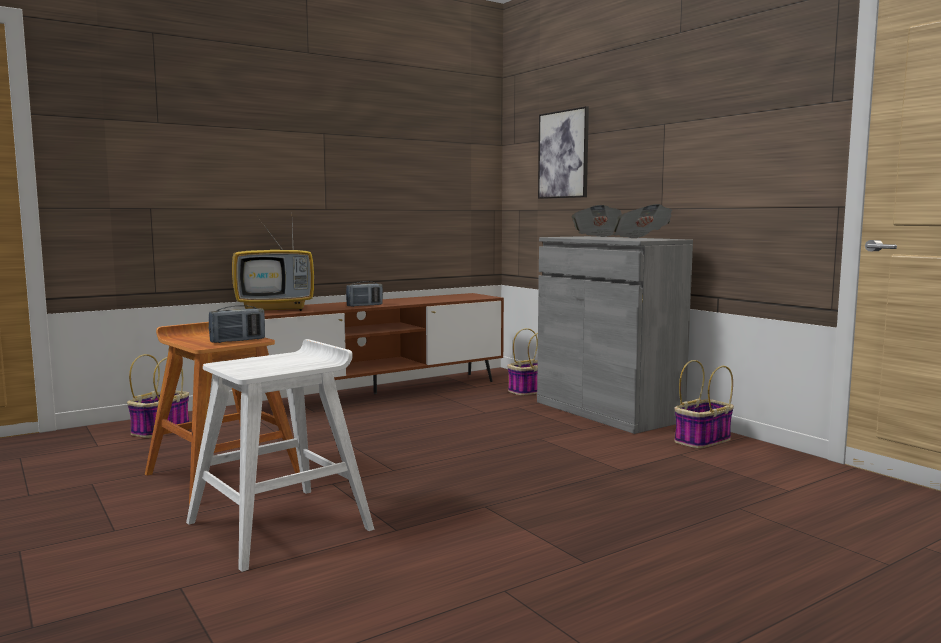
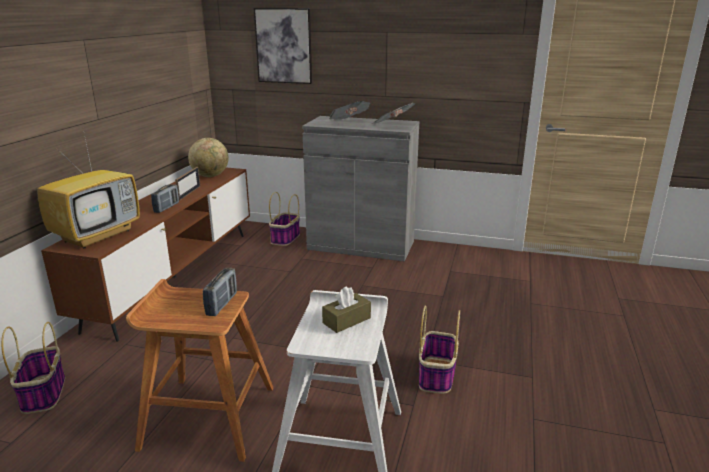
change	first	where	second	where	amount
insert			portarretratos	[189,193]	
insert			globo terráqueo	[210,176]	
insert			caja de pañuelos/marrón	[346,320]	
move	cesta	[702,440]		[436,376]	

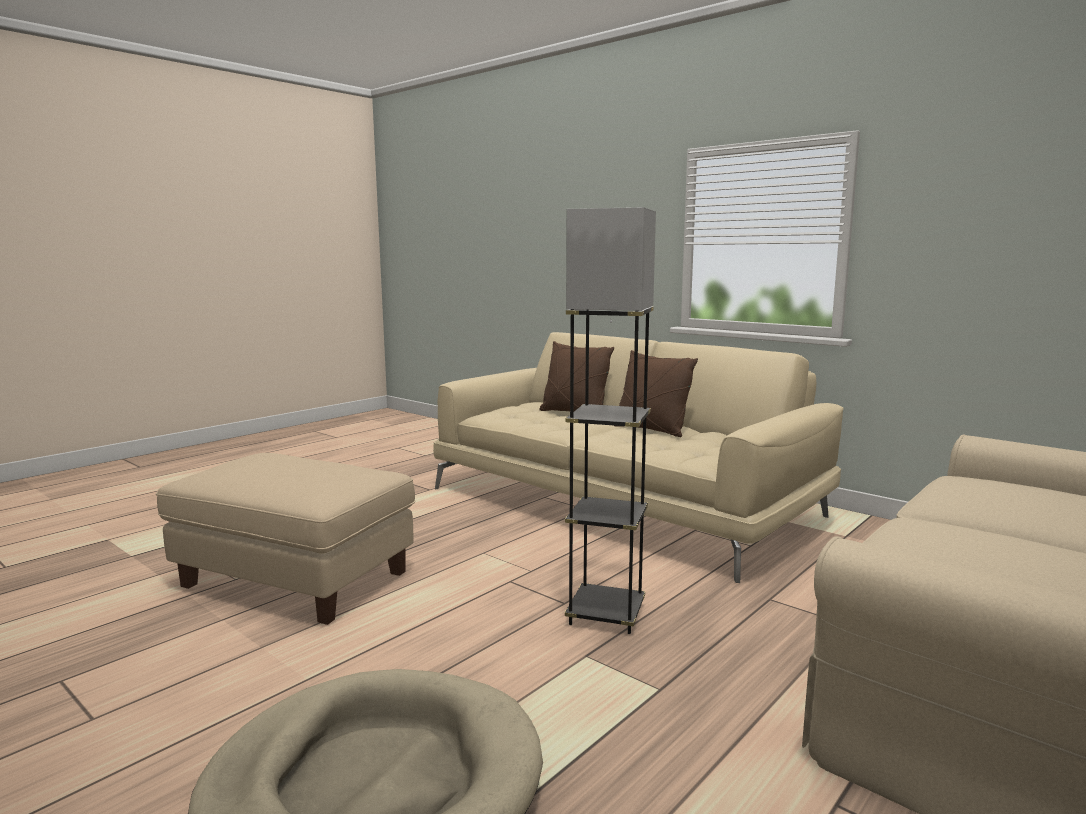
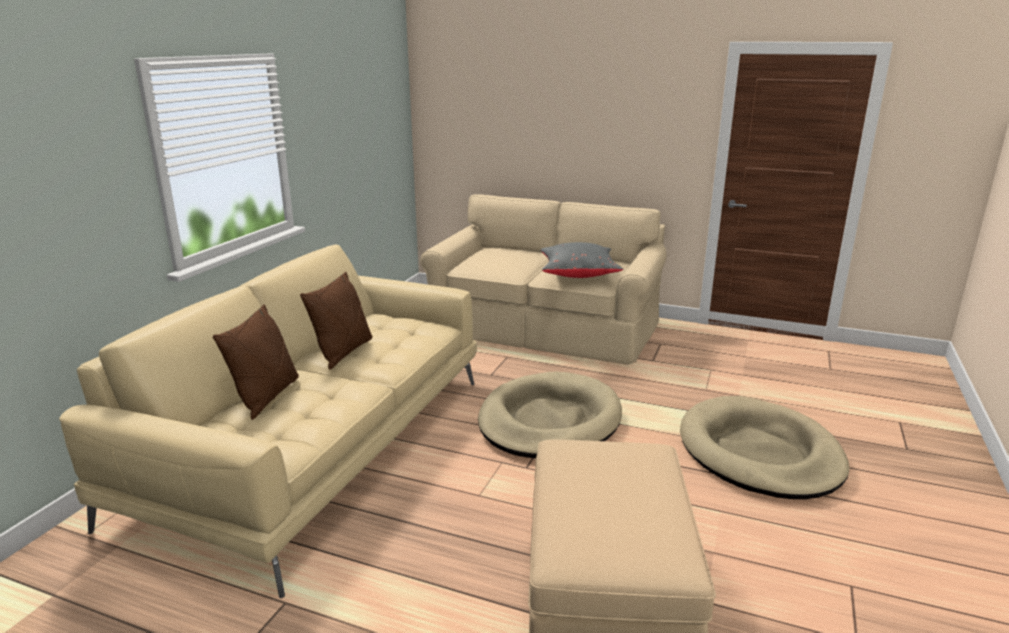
change	first	where	second	where	amount
replace	lámpara de pie/gris	[605,614]	cama para perro/beis	[549,421]	
insert			cojín/gris	[578,274]	

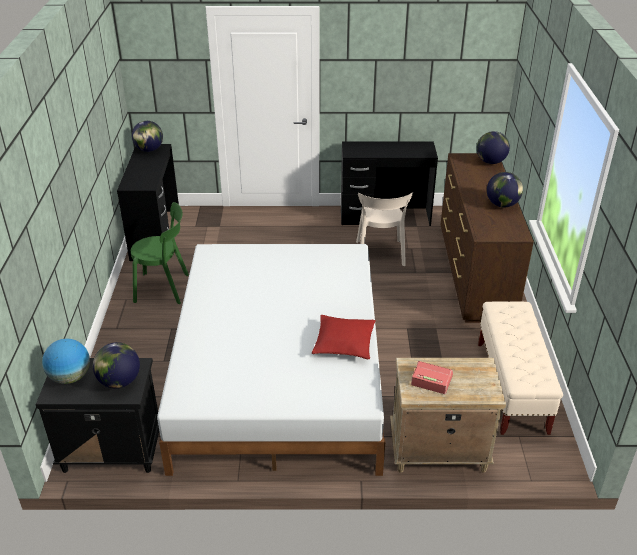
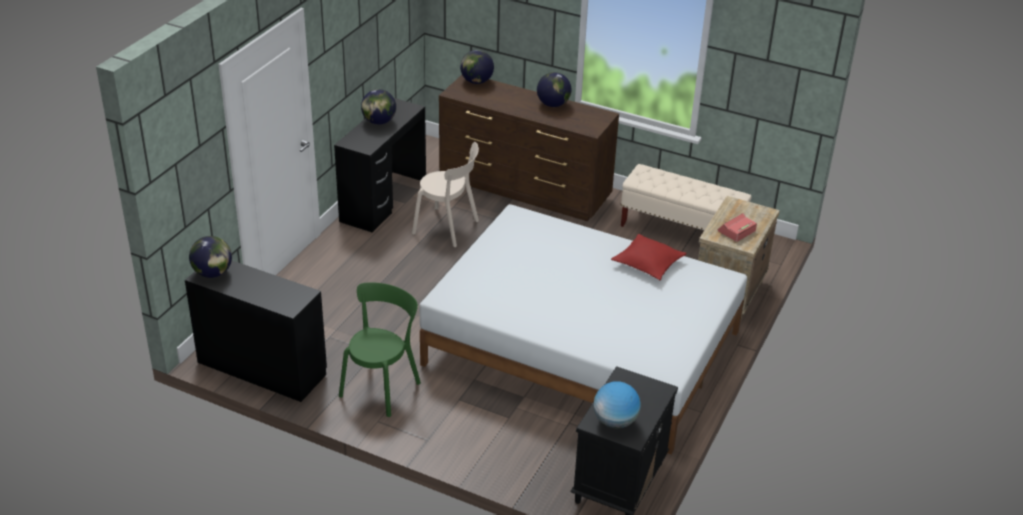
change	first	where	second	where	amount
move	globo terráqueo	[119,381]		[379,122]	

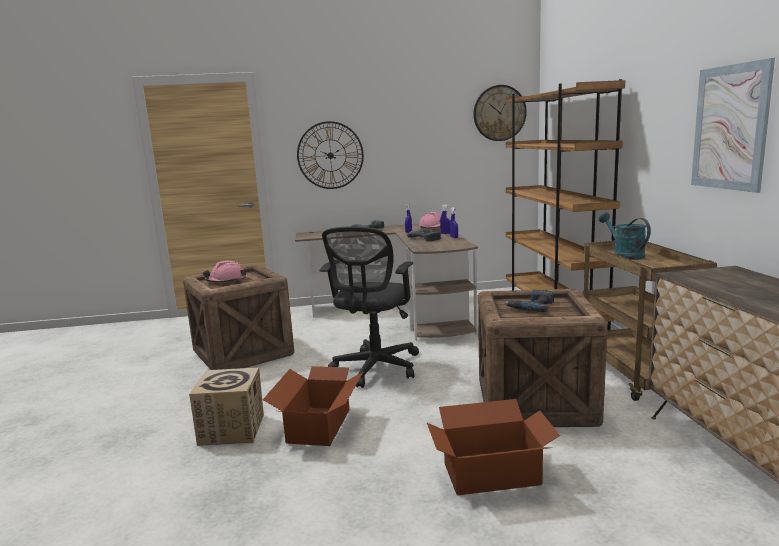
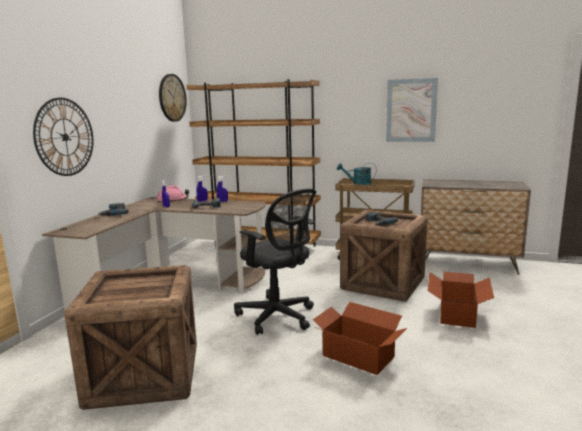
change	first	where	second	where	amount
delete	caja de cartón	[232,429]			
delete	casco/rosa	[226,280]			

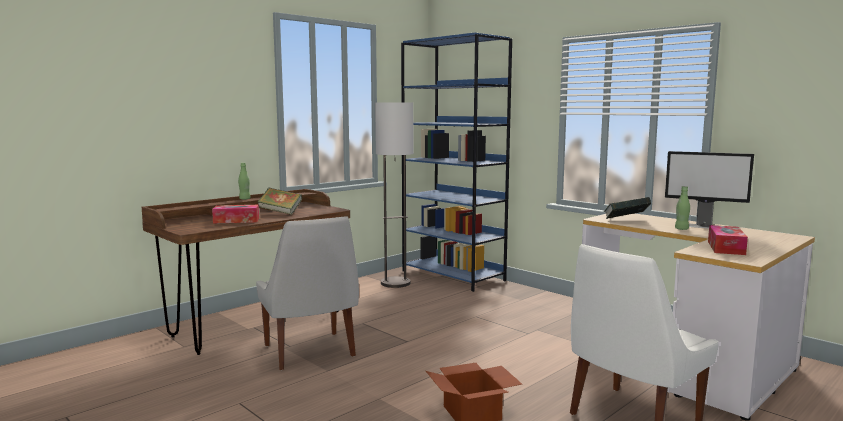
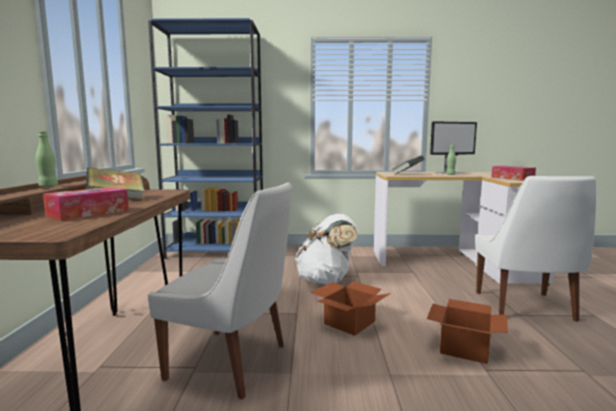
change	first	where	second	where	amount
insert			mochila/blanco	[326,280]	
insert			caja de cartón	[348,322]	
delete	lámpara de pie	[395,283]			

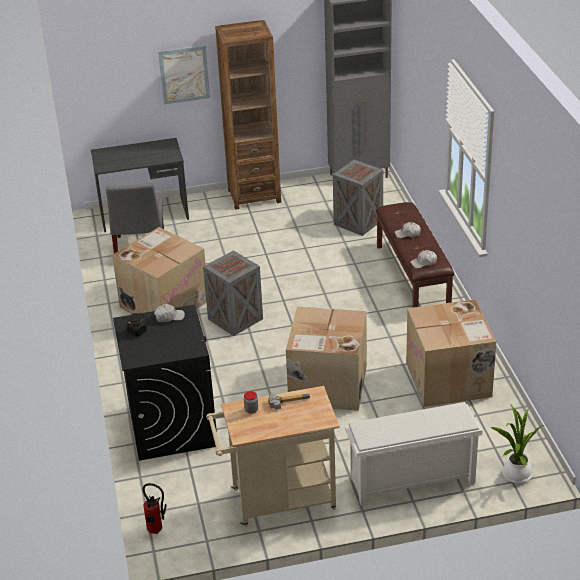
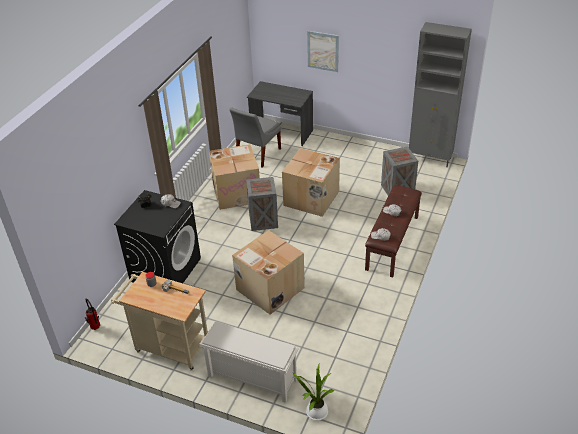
change	first	where	second	where	amount
move	caja de cartón	[449,380]		[311,199]	
delete	estantería/marrón	[254,196]			

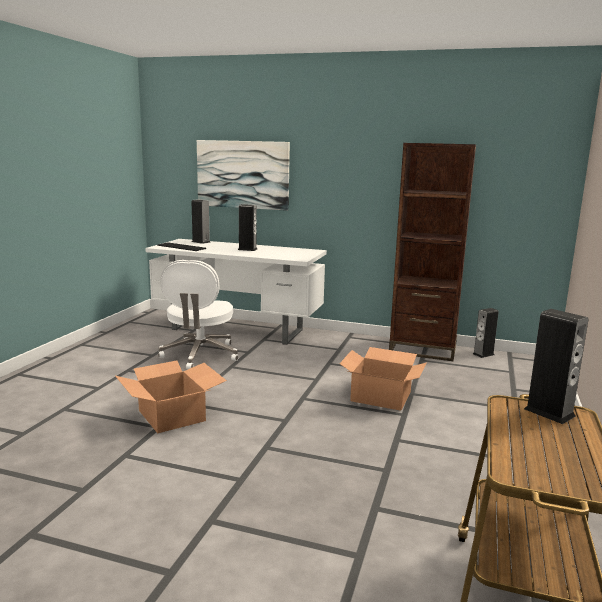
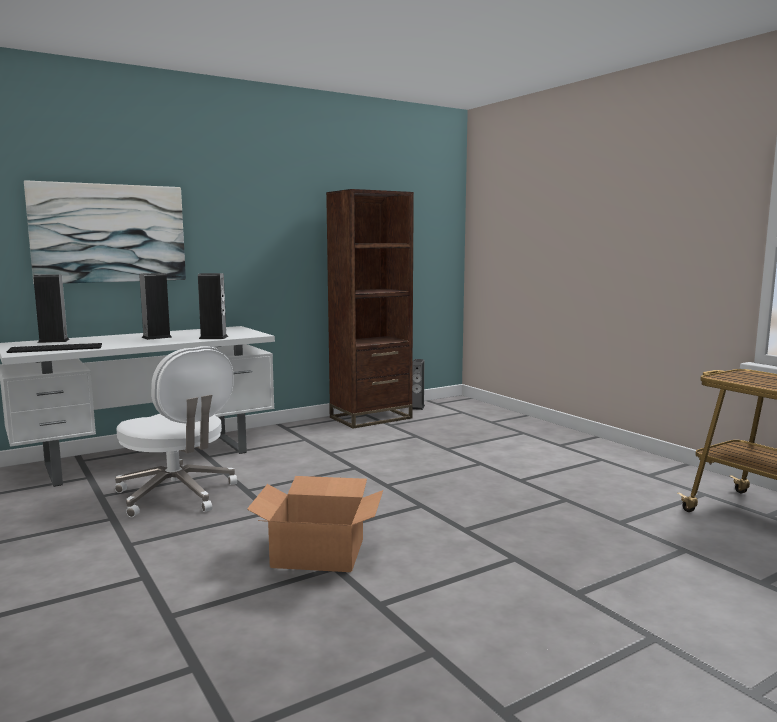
change	first	where	second	where	amount
move	altavoz	[549,412]		[213,337]	
delete	caja de cartón	[381,396]			

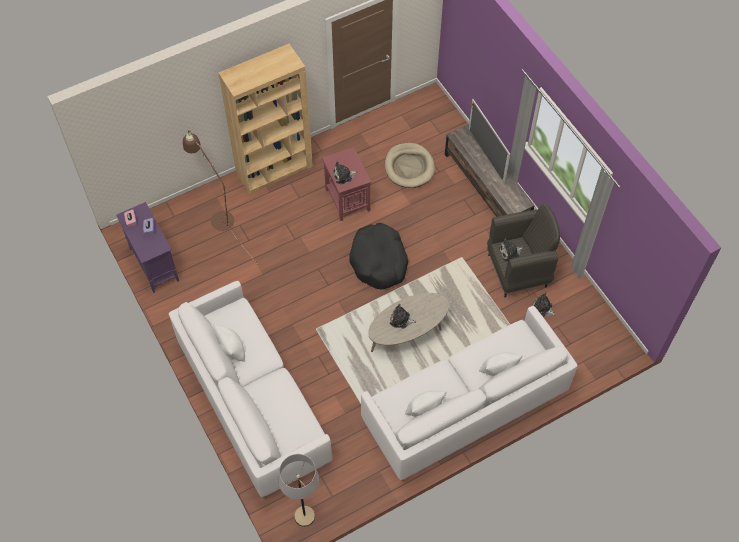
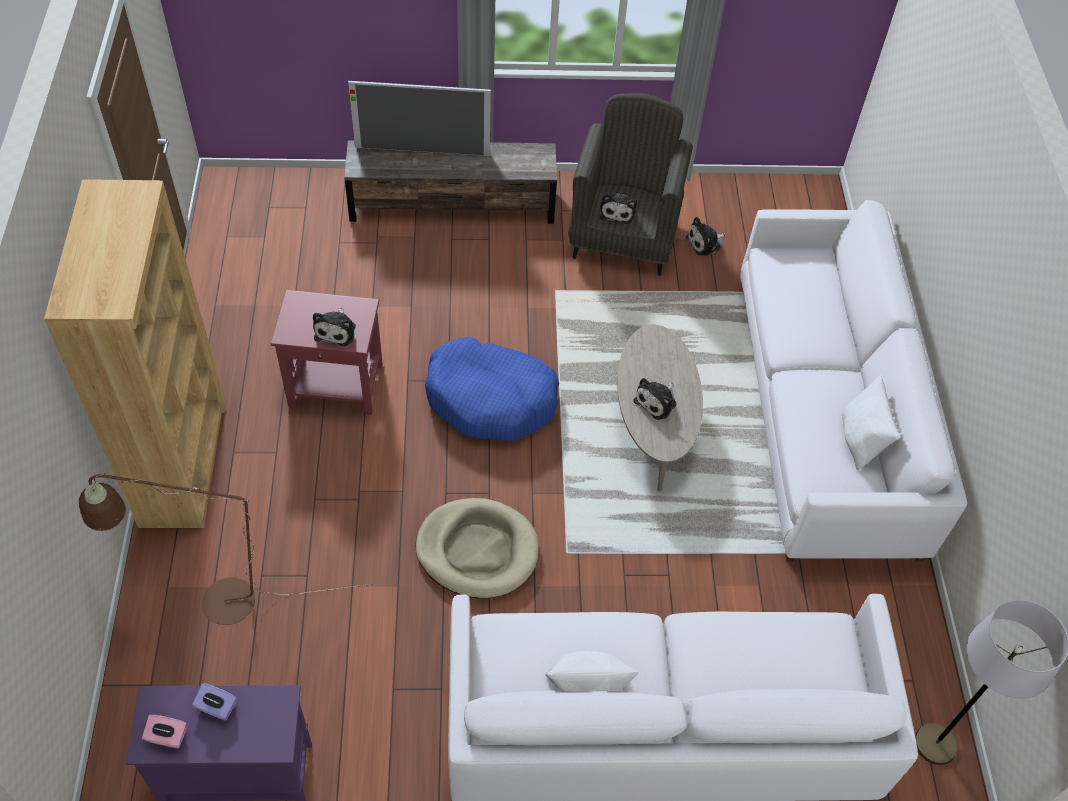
change	first	where	second	where	amount
move	cama para perro/beis	[409,167]		[477,550]	
recolor	cama para perro/negro	[379,261]	cama para perro/azul	[491,399]	
delete	cojín/blanco	[498,370]			

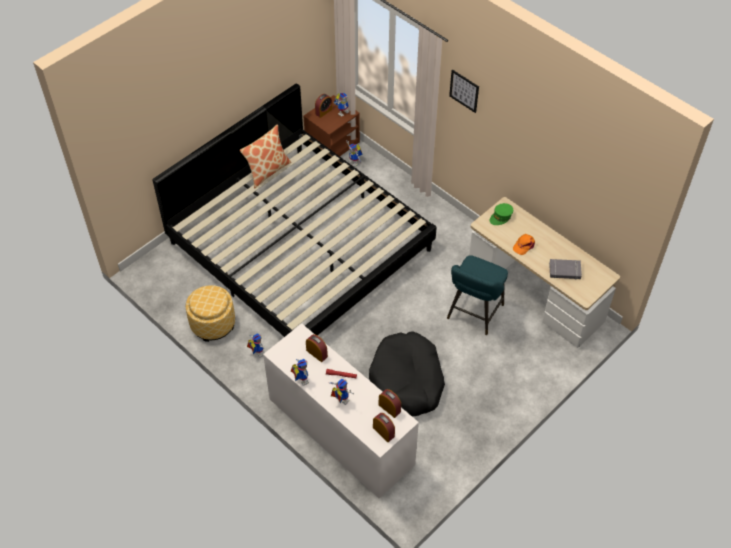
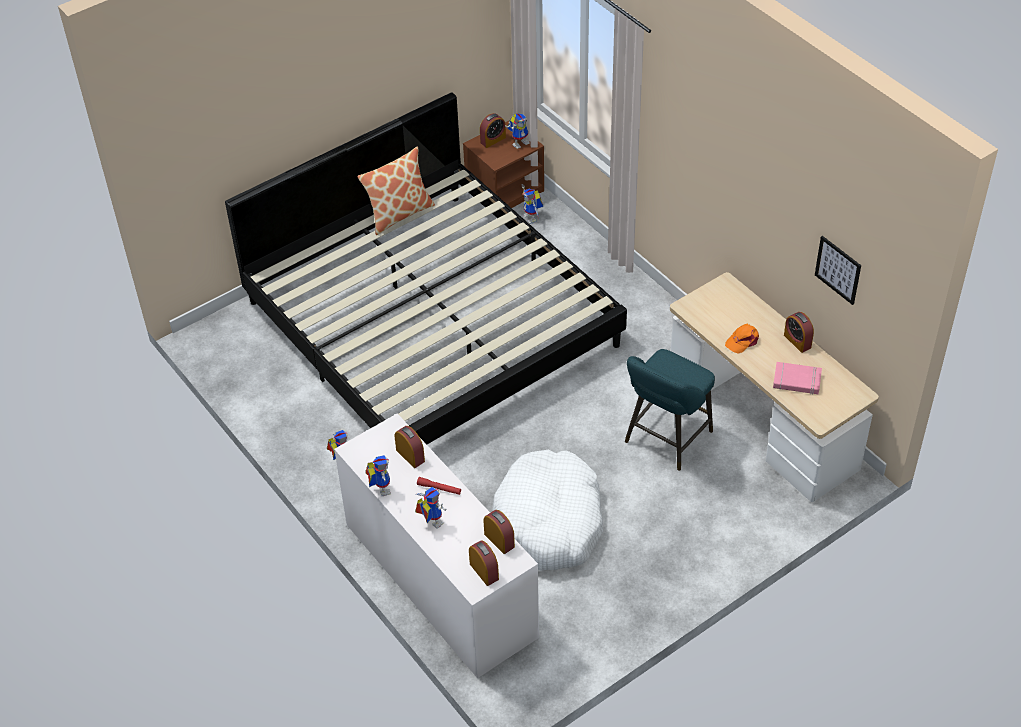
change	first	where	second	where	amount
recolor	cama para perro/negro	[407,381]	cama para perro/blanco	[549,521]	
recolor	libro/gris	[564,271]	libro/rosa	[796,381]	
insert			despertador	[797,341]	
move	cuadro	[464,91]		[838,269]	
delete	puf	[212,324]			
delete	gorra/verde	[501,217]			

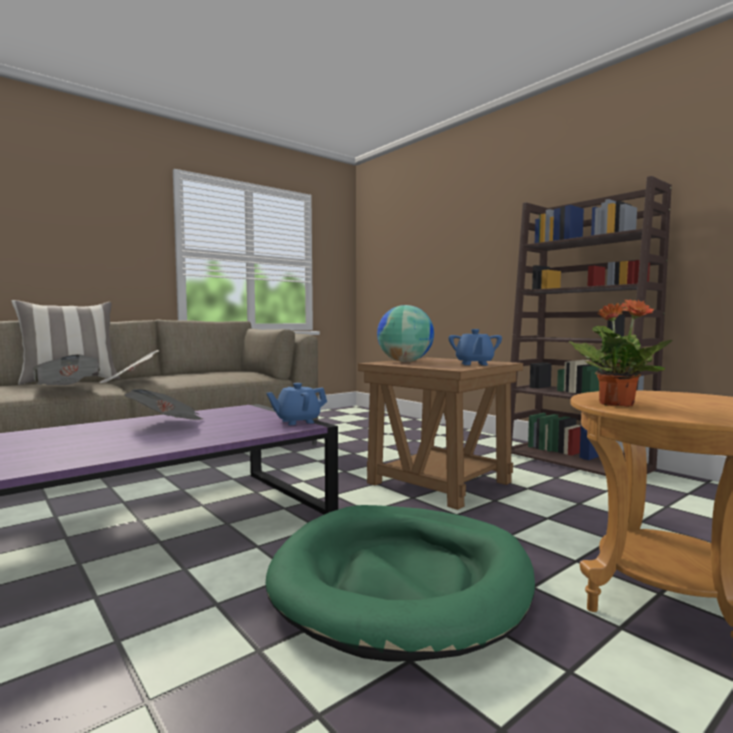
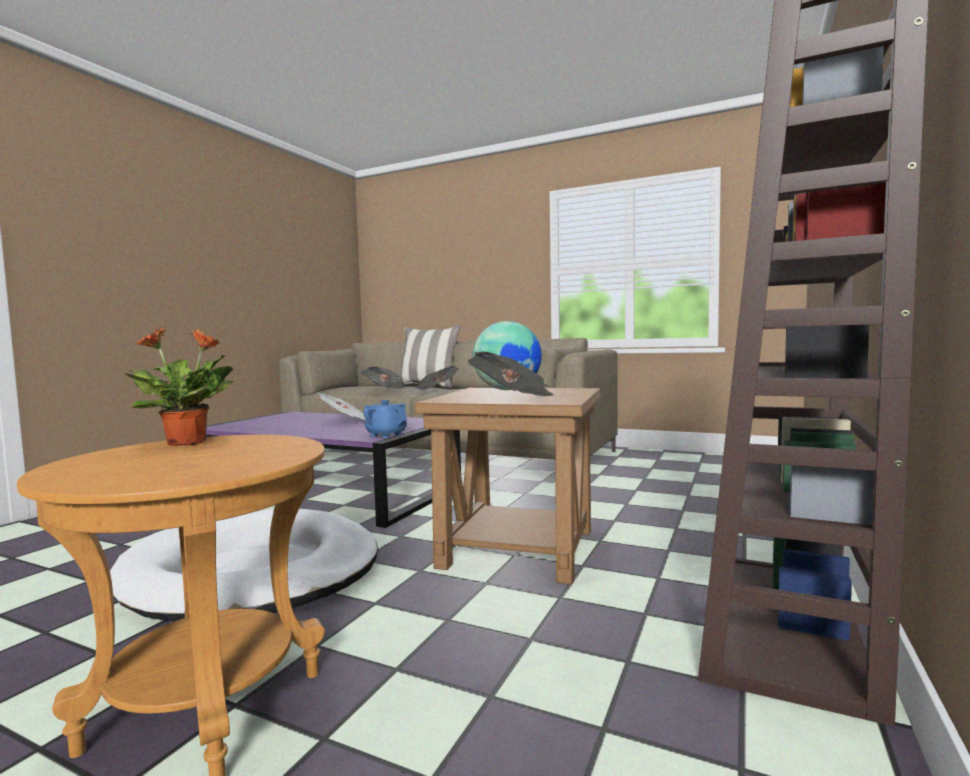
change	first	where	second	where	amount
recolor	cama para perro/verde	[402,581]	cama para perro/blanco	[254,572]	
replace	tetera/azul	[474,364]	periódico	[513,399]	

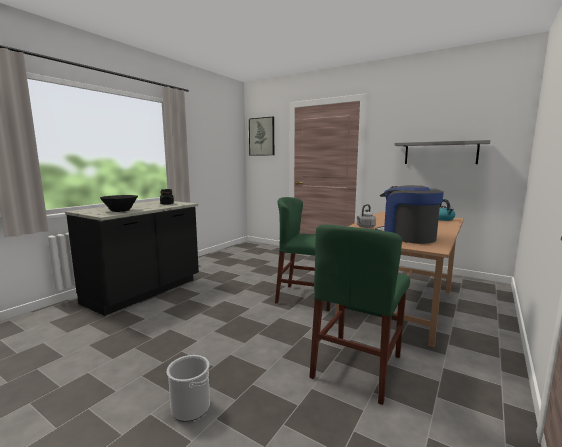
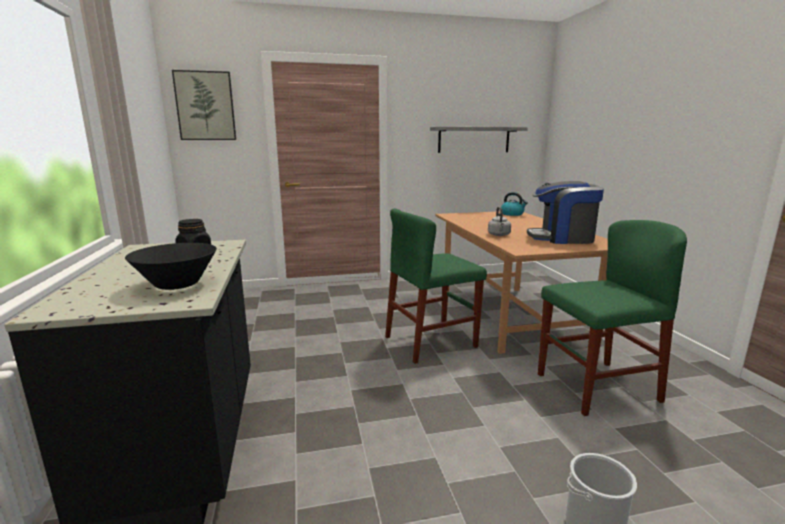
change	first	where	second	where	amount
rotate	silla/verde	[357,366]		[596,387]	90 degrees counterclockwise

